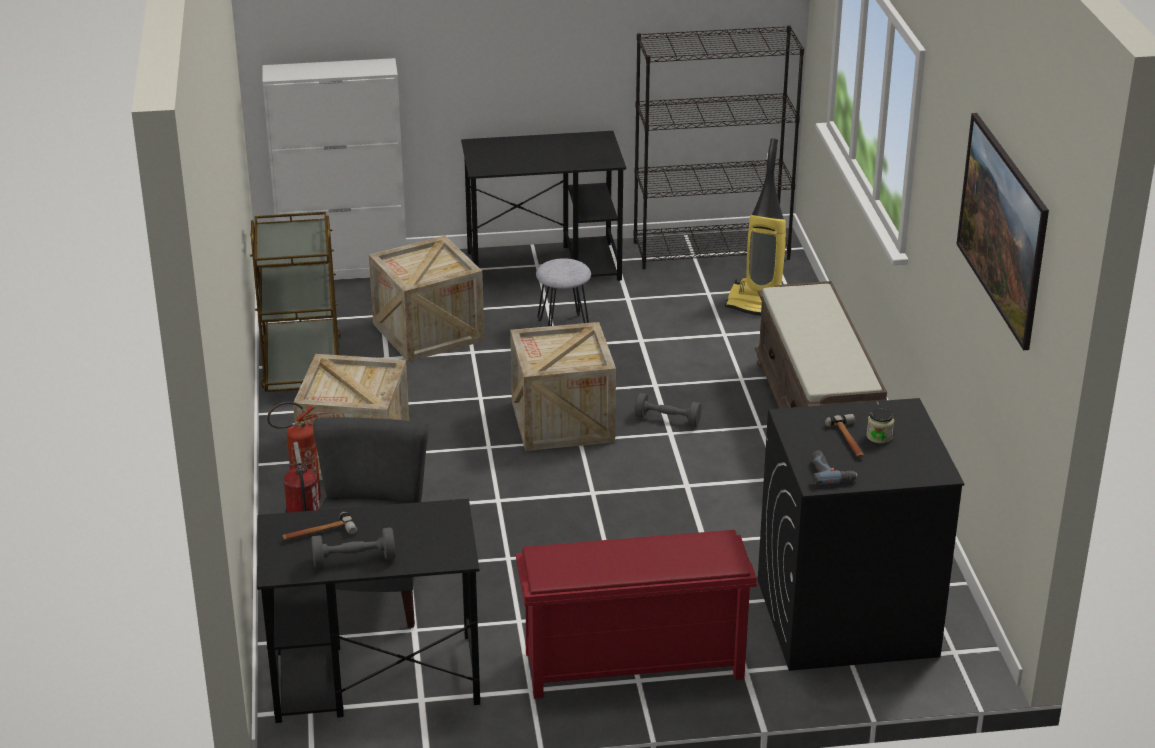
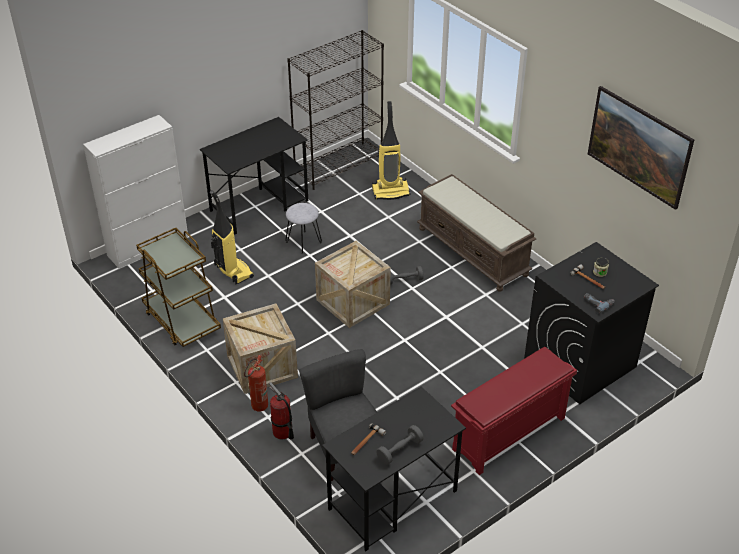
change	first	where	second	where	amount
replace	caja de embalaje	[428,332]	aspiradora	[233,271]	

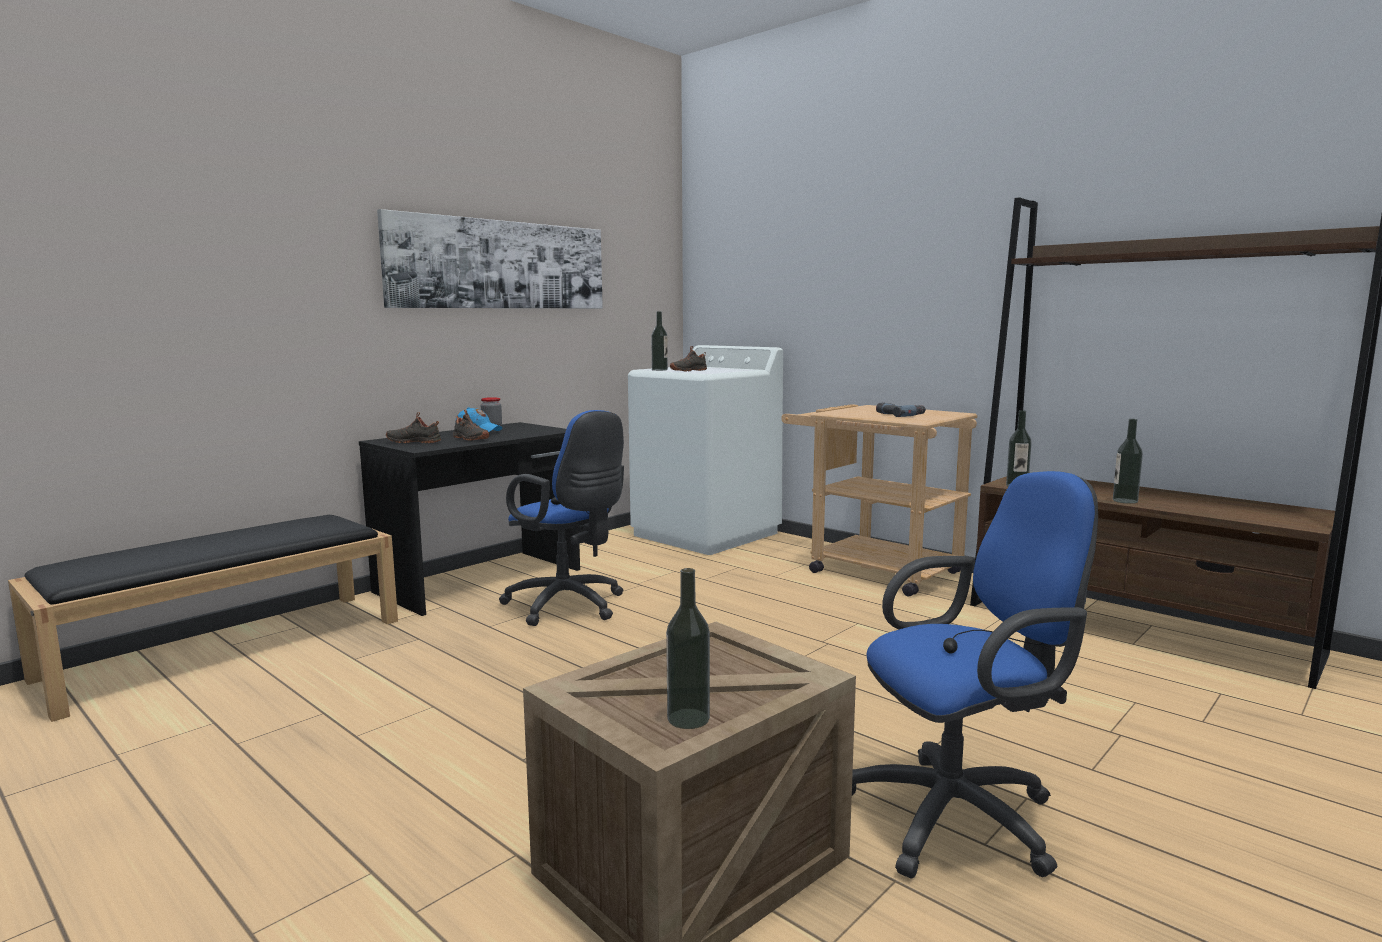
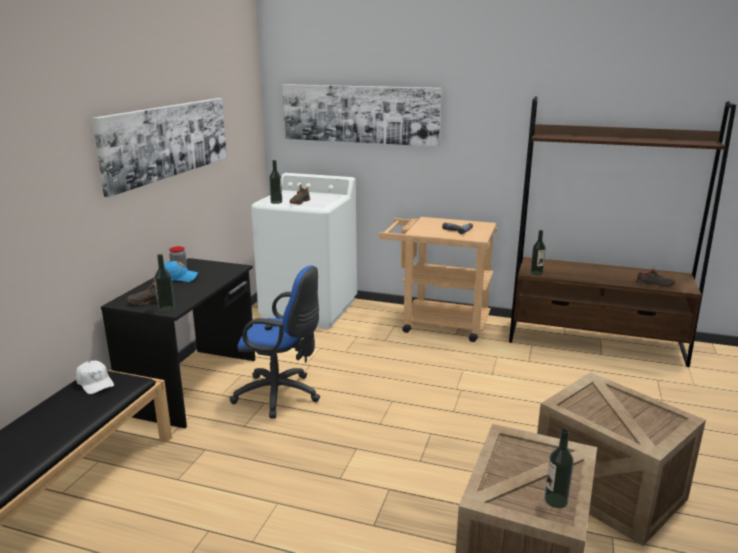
change	first	where	second	where	amount
insert			gorra/blanco	[95,383]	
move	botella	[1125,501]		[166,309]	
insert			cuadro	[360,114]	
replace	silla de oficina/azul	[961,816]	caja de embalaje	[610,490]	
move	zapato/negro	[470,439]		[654,285]	

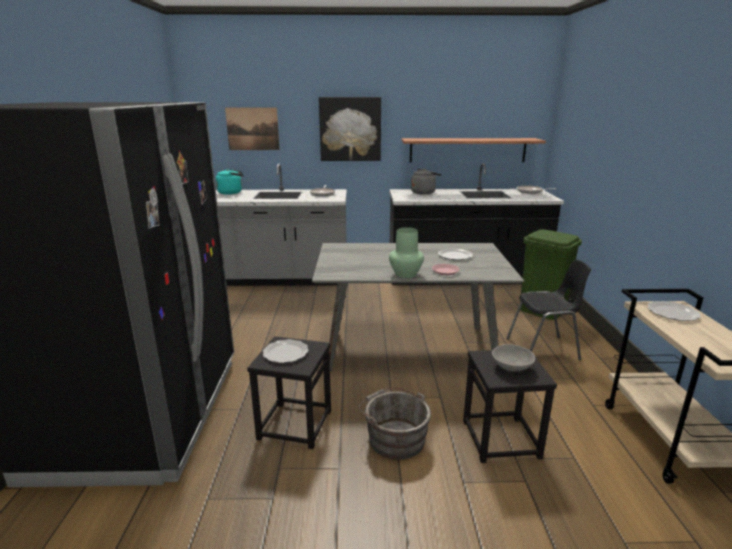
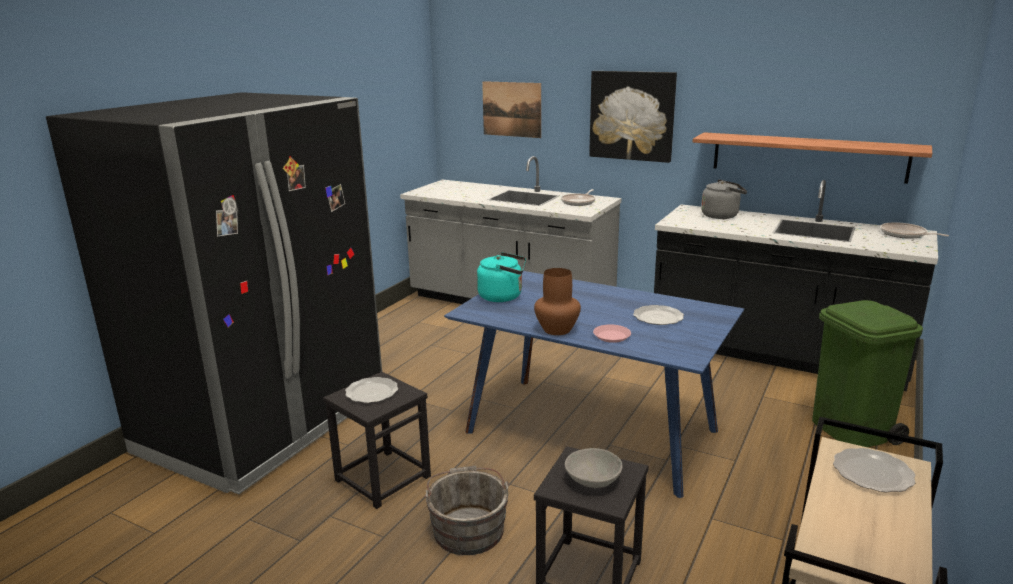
change	first	where	second	where	amount
recolor	mesa de comedor/gris	[408,349]	mesa de comedor/azul	[589,432]	
move	hervidor/turquesa	[231,192]		[503,296]	
recolor	florero/verde	[405,274]	florero/marrón	[556,330]	
delete	silla/negro	[543,349]			

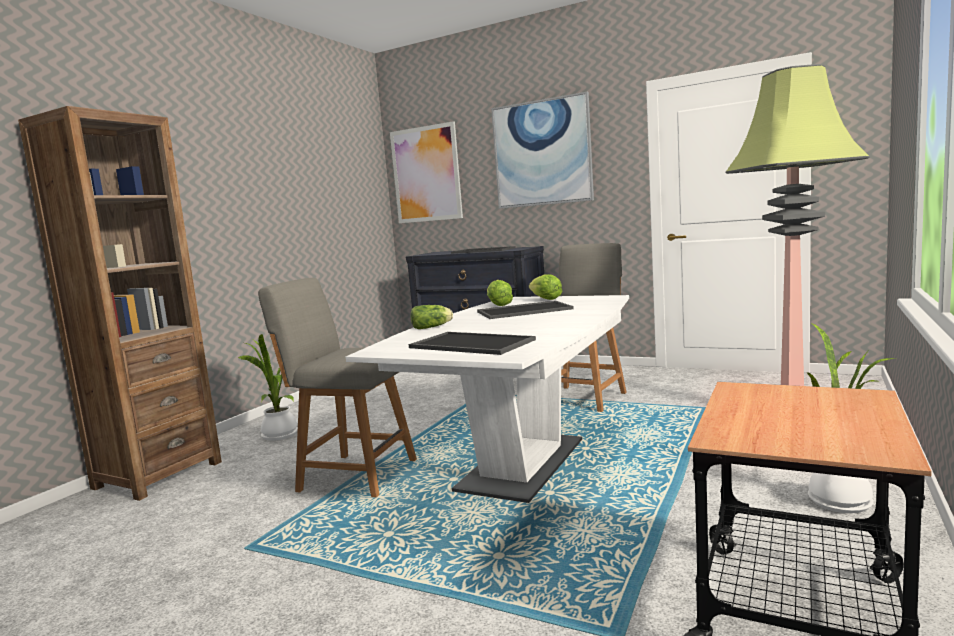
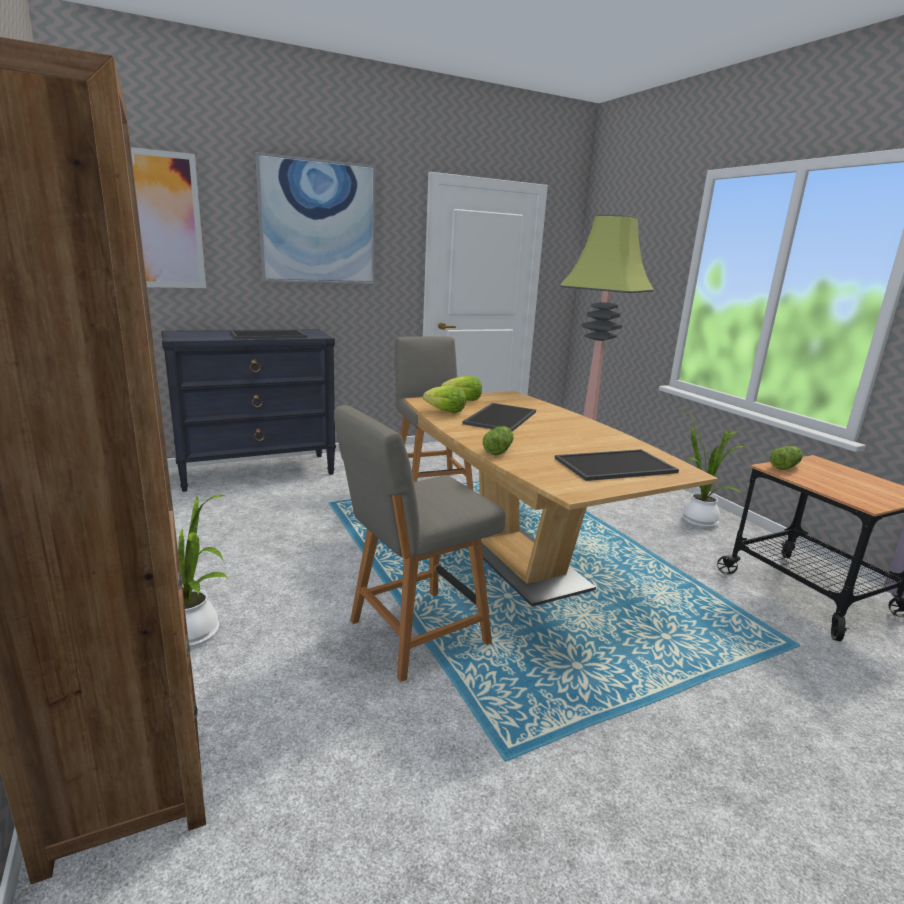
change	first	where	second	where	amount
recolor	mesa de comedor/blanco	[522,464]	mesa de comedor/marrón	[521,561]	
insert			lechuga	[785,466]	

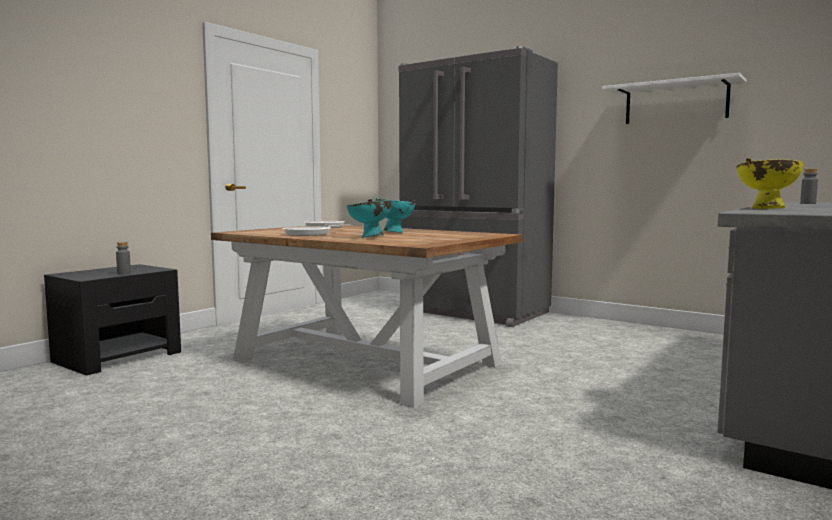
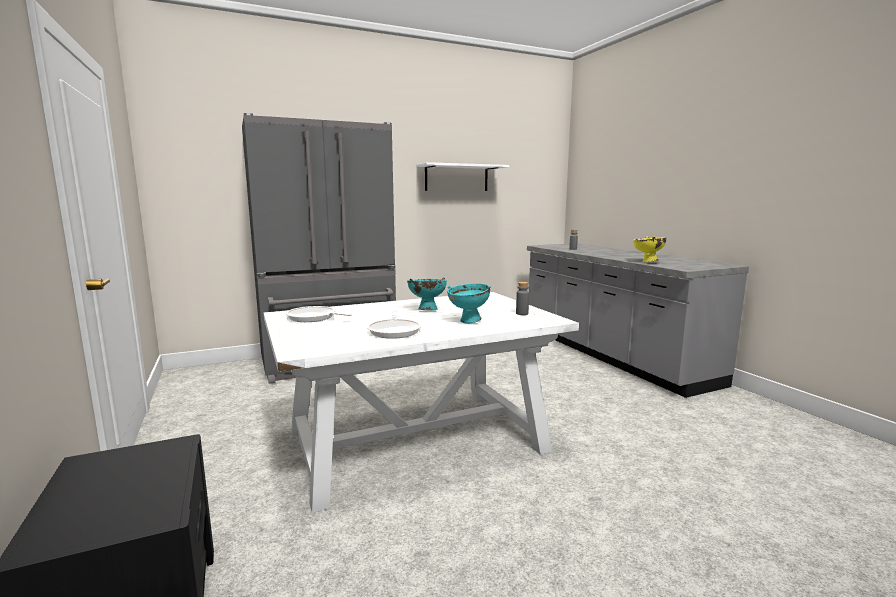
change	first	where	second	where	amount
recolor	mesa de comedor/marrón	[367,362]	mesa de comedor/blanco	[417,440]	
move	botella/gris	[124,273]		[522,313]	

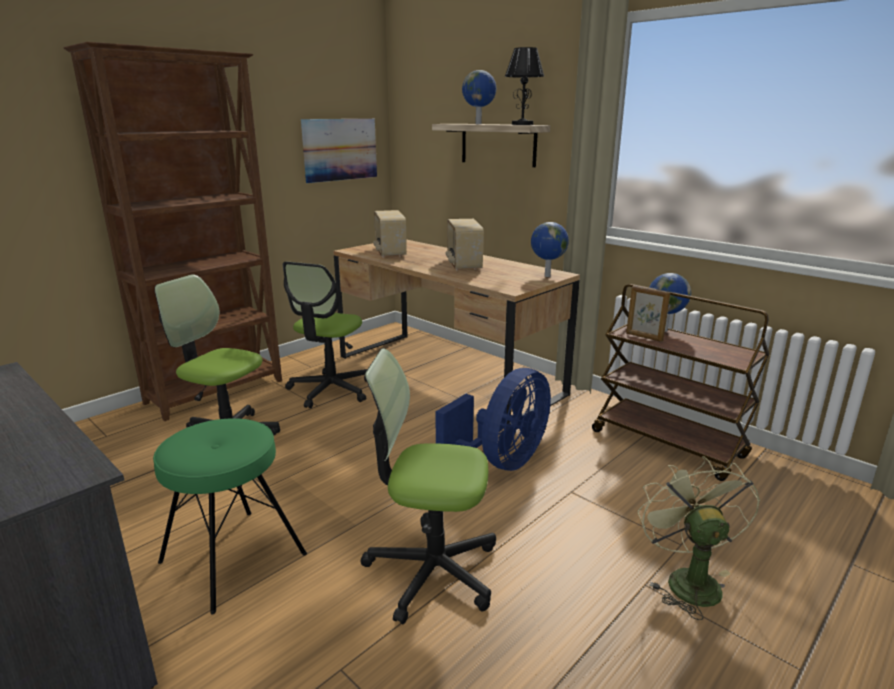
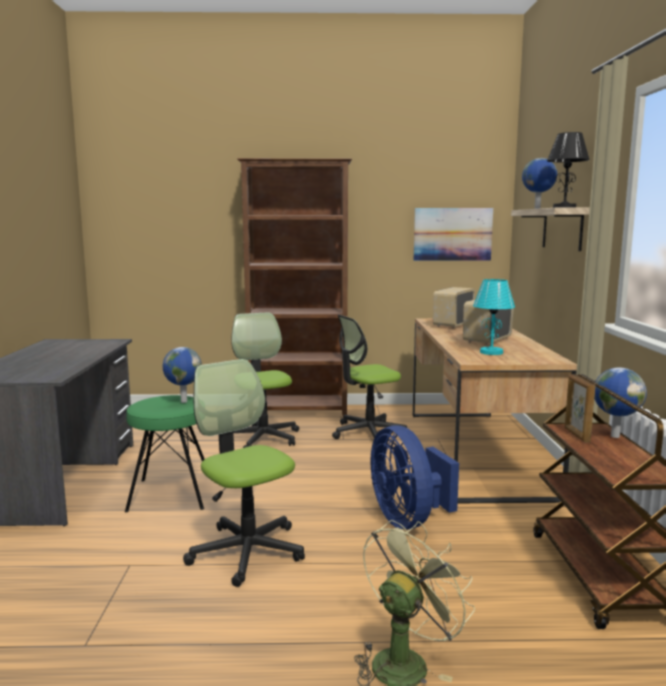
change	first	where	second	where	amount
move	globo terráqueo	[546,276]		[183,401]	
rotate	ventilador/azul	[502,461]		[408,519]	75 degrees clockwise
insert			lámpara de mesa/turquesa	[491,352]	

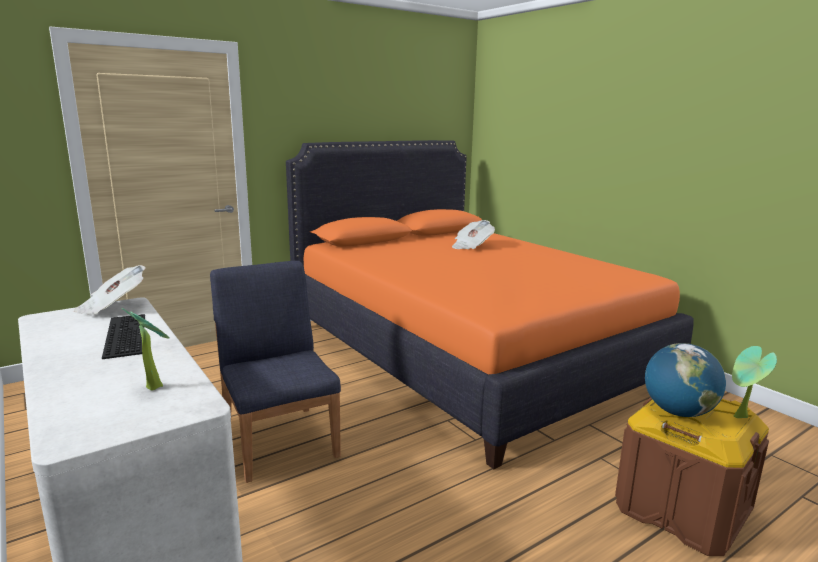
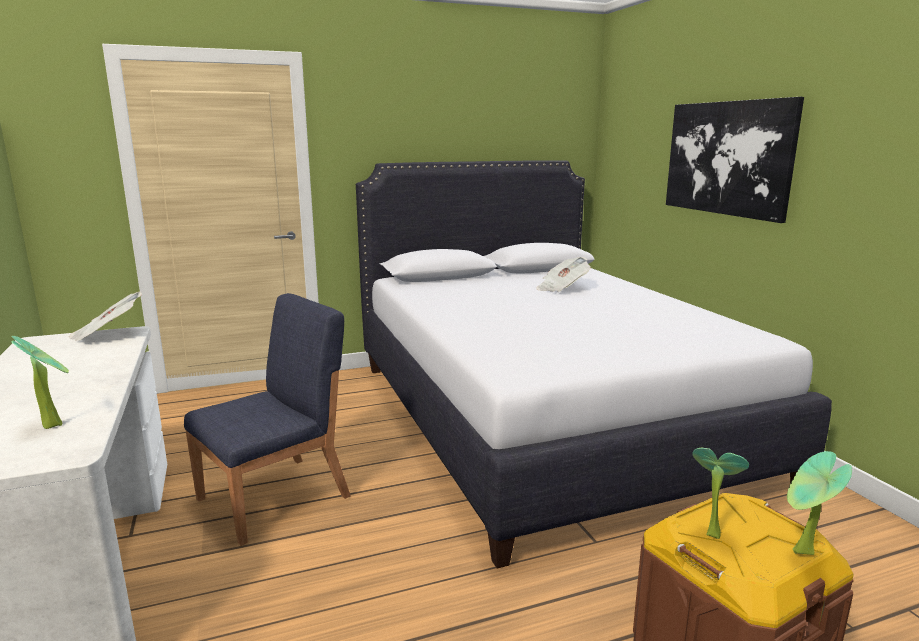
change	first	where	second	where	amount
rotate	silla/azul	[280,440]		[276,497]	60 degrees clockwise
recolor	cama/naranja	[466,353]	cama/blanco	[543,417]	
insert			cuadro	[727,158]	
replace	globo terráqueo	[678,412]	planta en maceta	[710,532]	
delete	teclado	[123,335]			

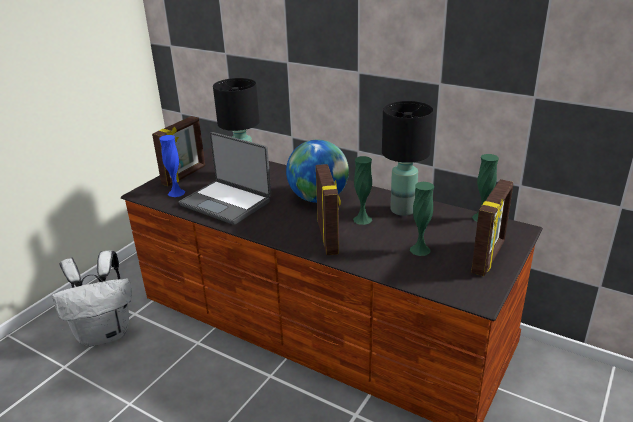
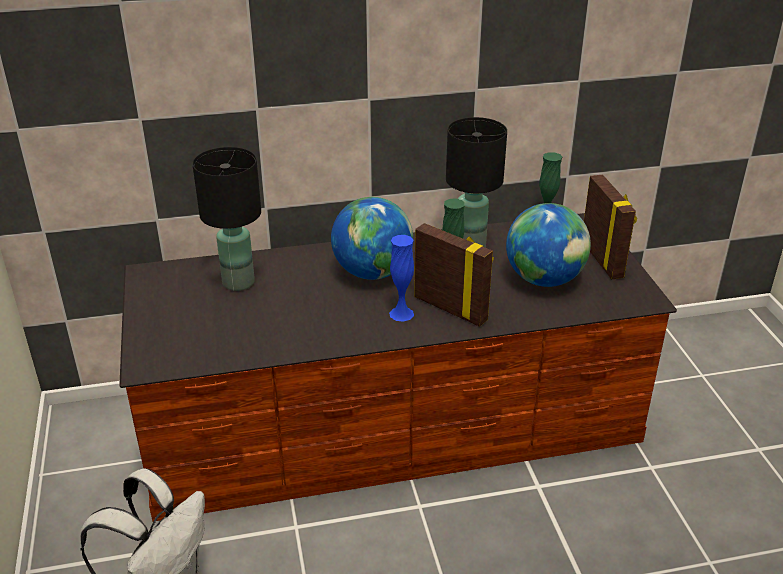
change	first	where	second	where	amount
move	florero/azul	[176,193]		[401,314]	
replace	florero/verde	[420,250]	globo terráqueo	[544,279]	
delete	portarretratos	[184,176]			
delete	portátil	[227,202]			

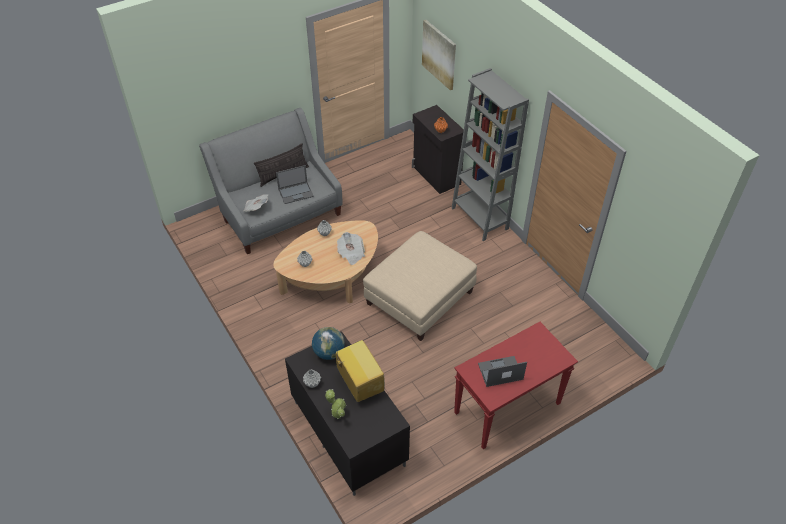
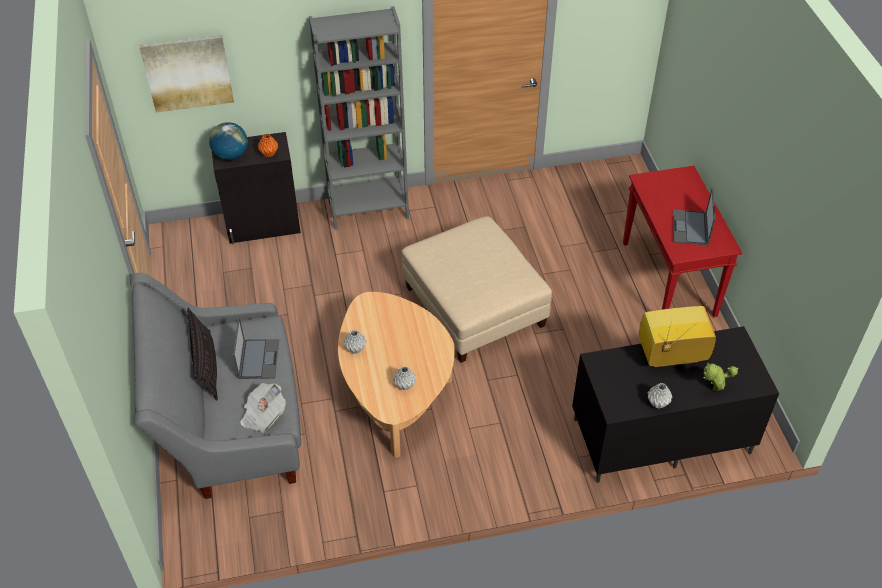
change	first	where	second	where	amount
move	globo terráqueo	[329,352]		[231,155]	
delete	periódico	[351,254]			

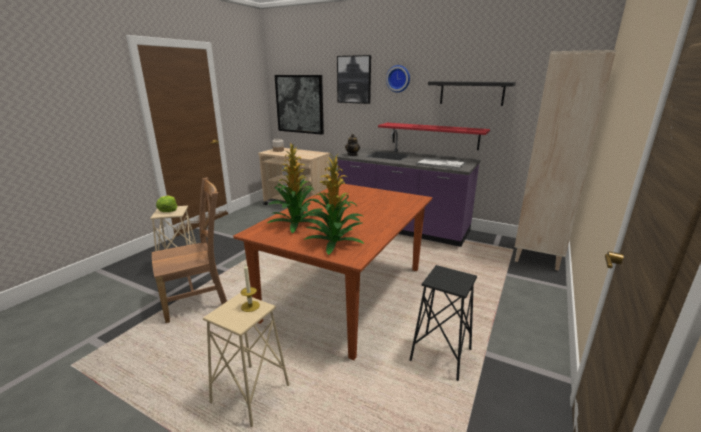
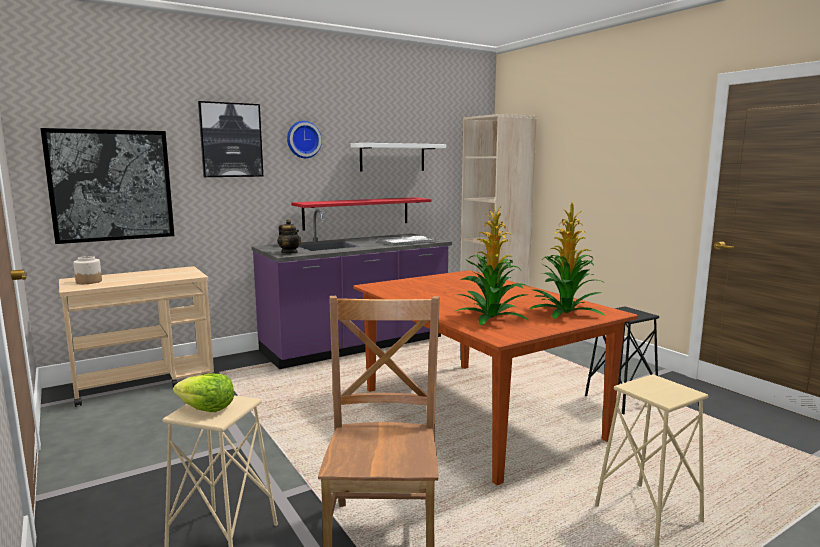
change	first	where	second	where	amount
recolor	estante/negro	[471,93]	estante/blanco	[392,157]	
delete	vela	[250,306]			

